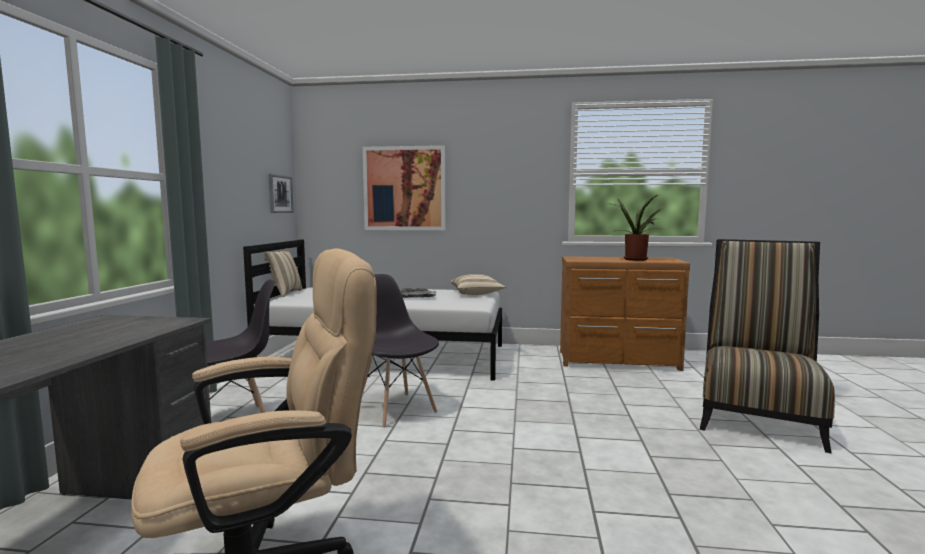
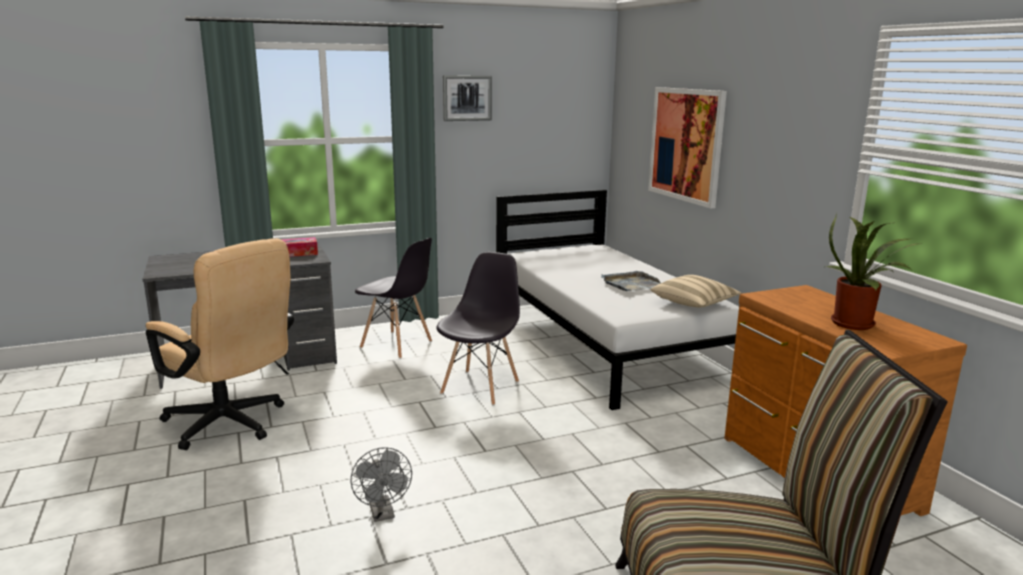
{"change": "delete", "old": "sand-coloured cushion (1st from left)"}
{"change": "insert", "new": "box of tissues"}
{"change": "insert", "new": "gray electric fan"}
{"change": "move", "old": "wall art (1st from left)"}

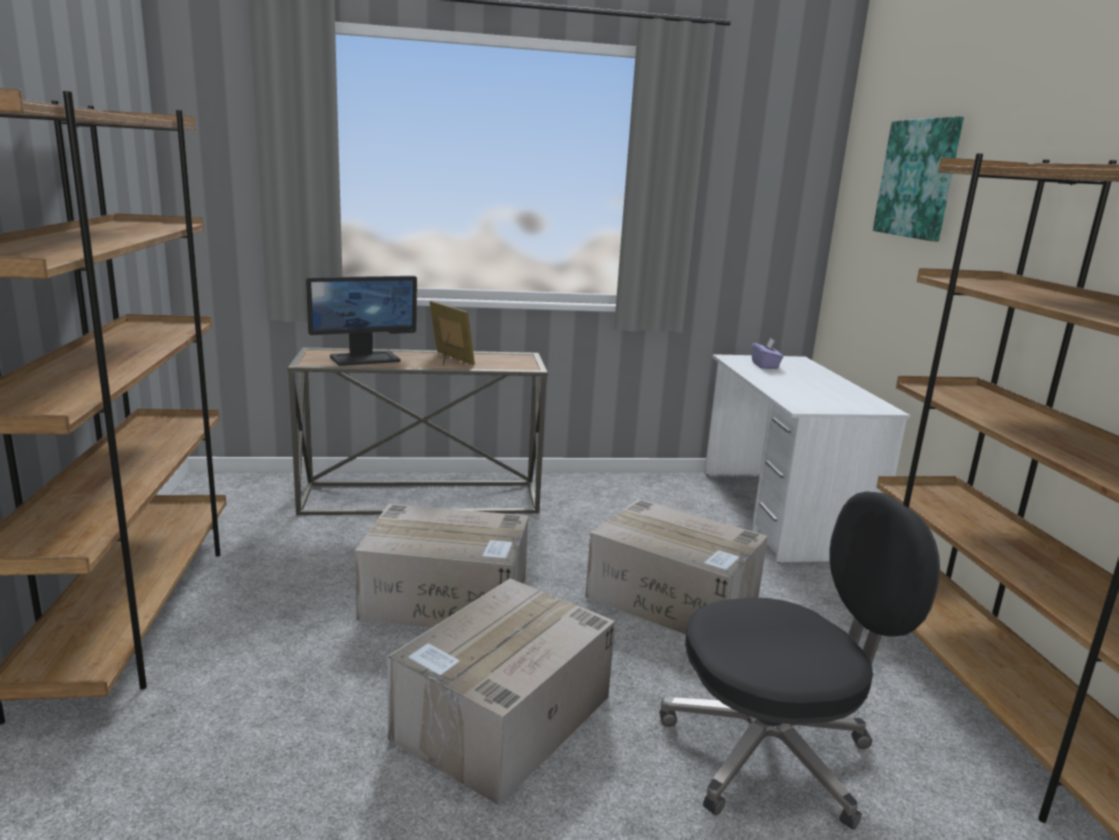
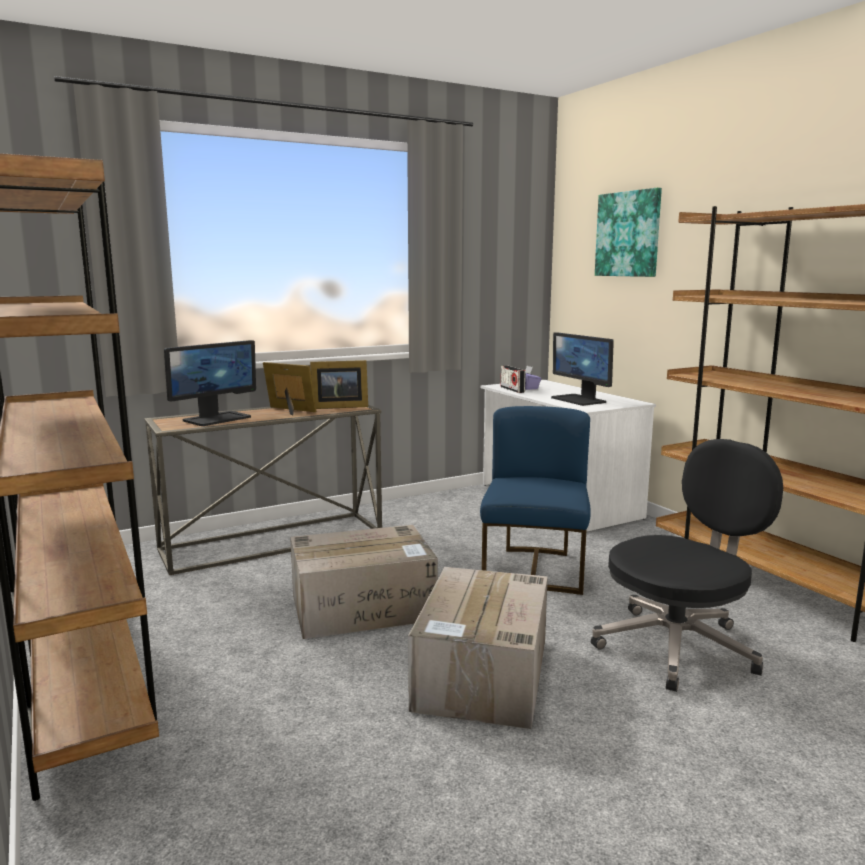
{"change": "insert", "new": "standing frame (2nd from left)"}
{"change": "insert", "new": "radio"}
{"change": "insert", "new": "computer screen (2nd from left)"}
{"change": "replace", "old": "packing box (3rd from left)", "new": "blue chair"}

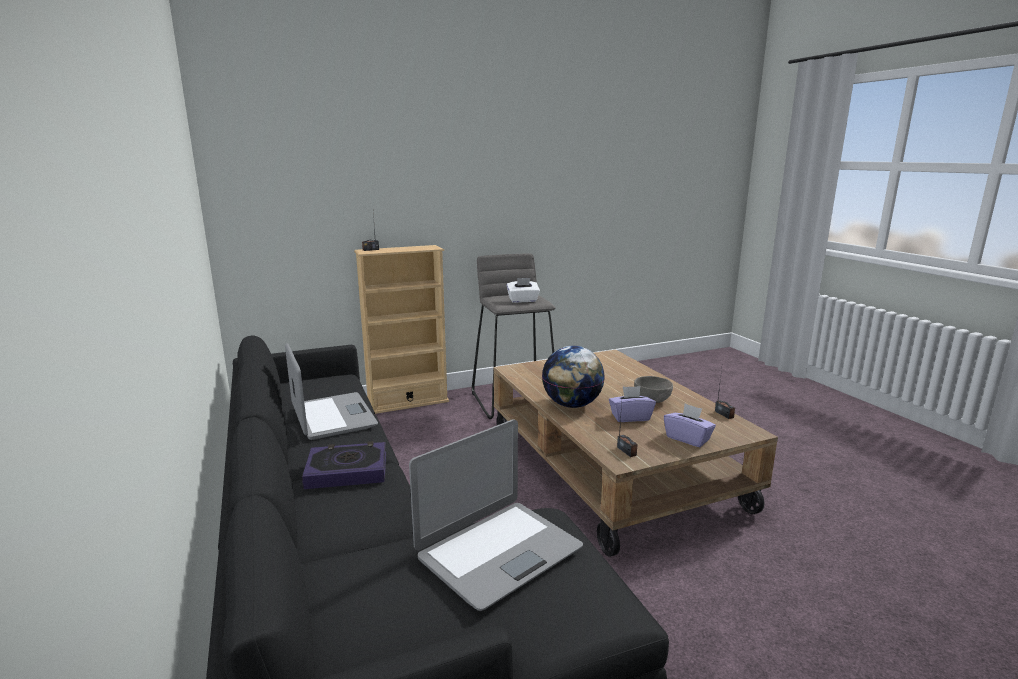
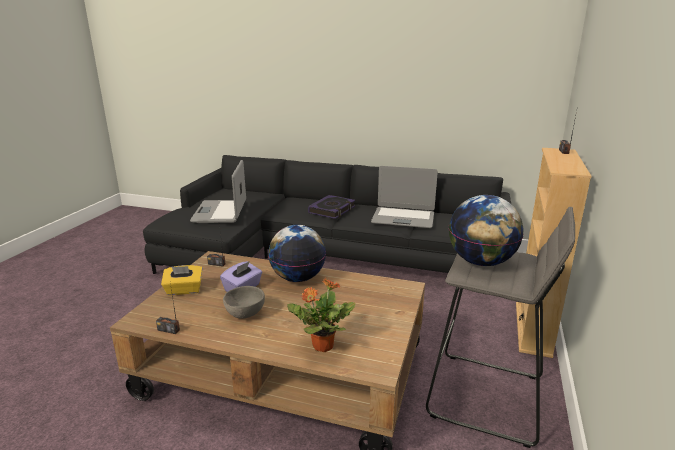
{"change": "insert", "new": "plant in a pot"}
{"change": "replace", "old": "white-coloured box of tissues", "new": "desk globe (2nd from left)"}
{"change": "recolor", "old": "purple box of tissues (2nd from left)", "new": "yellow-coloured box of tissues"}

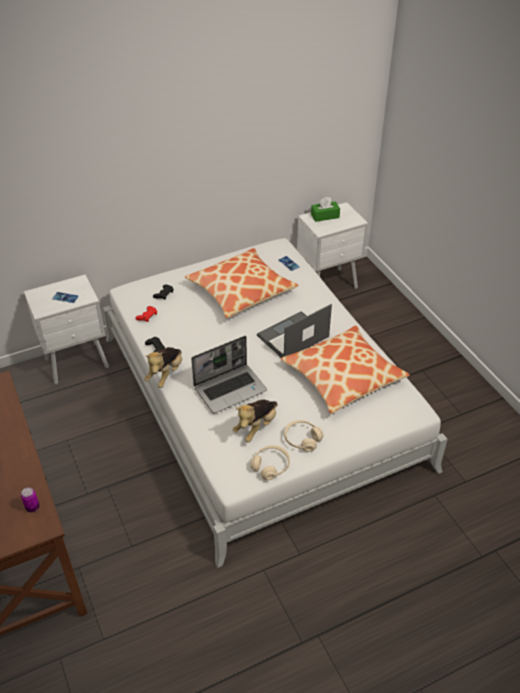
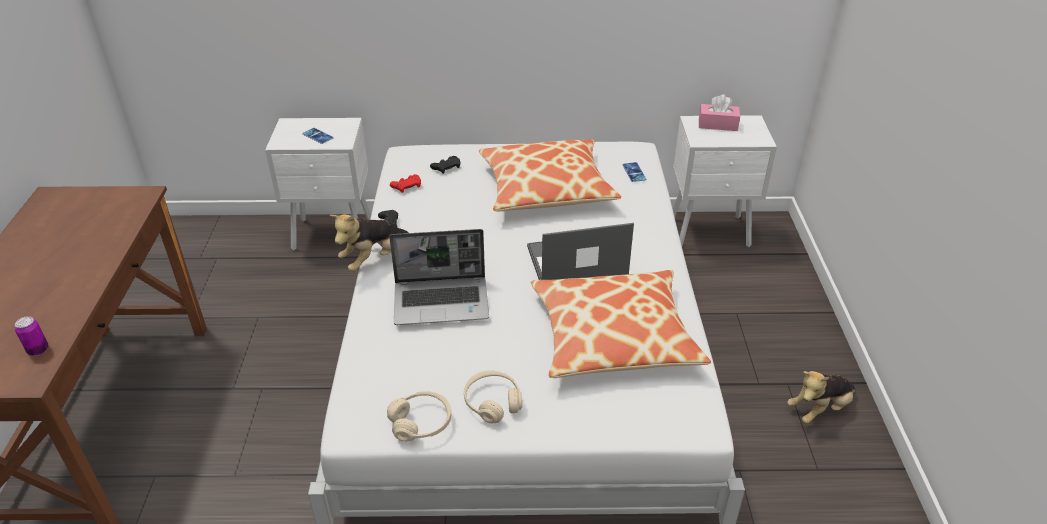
{"change": "move", "old": "cuddly toy (2nd from left)"}
{"change": "recolor", "old": "green-coloured box of tissues", "new": "pinkish box of tissues"}

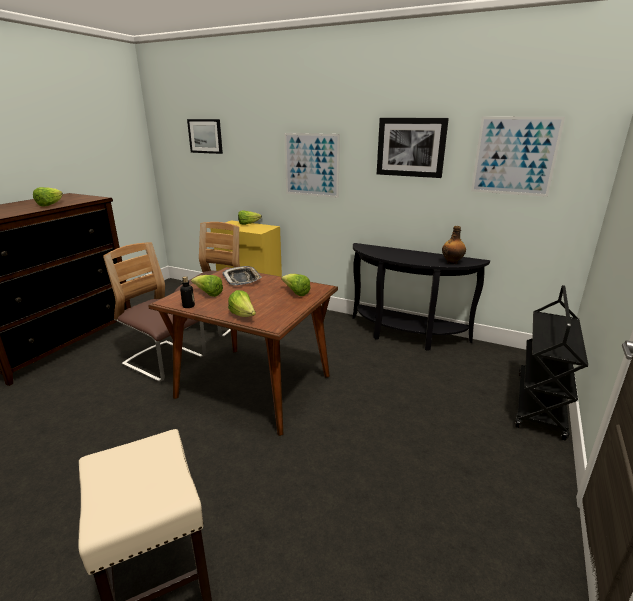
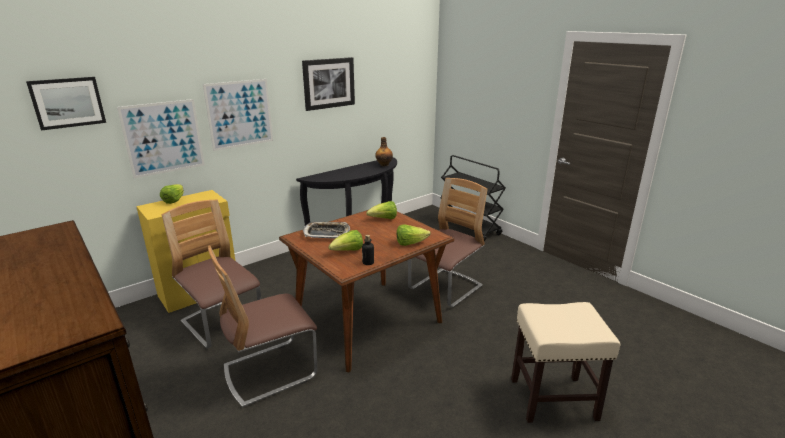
{"change": "delete", "old": "lettuce (1st from left)"}
{"change": "insert", "new": "chair (3rd from left)"}
{"change": "move", "old": "wall art (4th from left in the first image)", "new": "wall art (2nd from left)"}

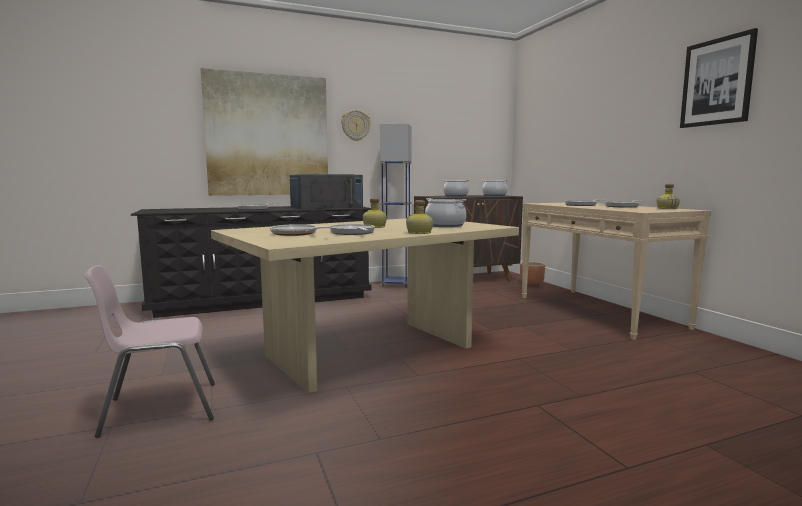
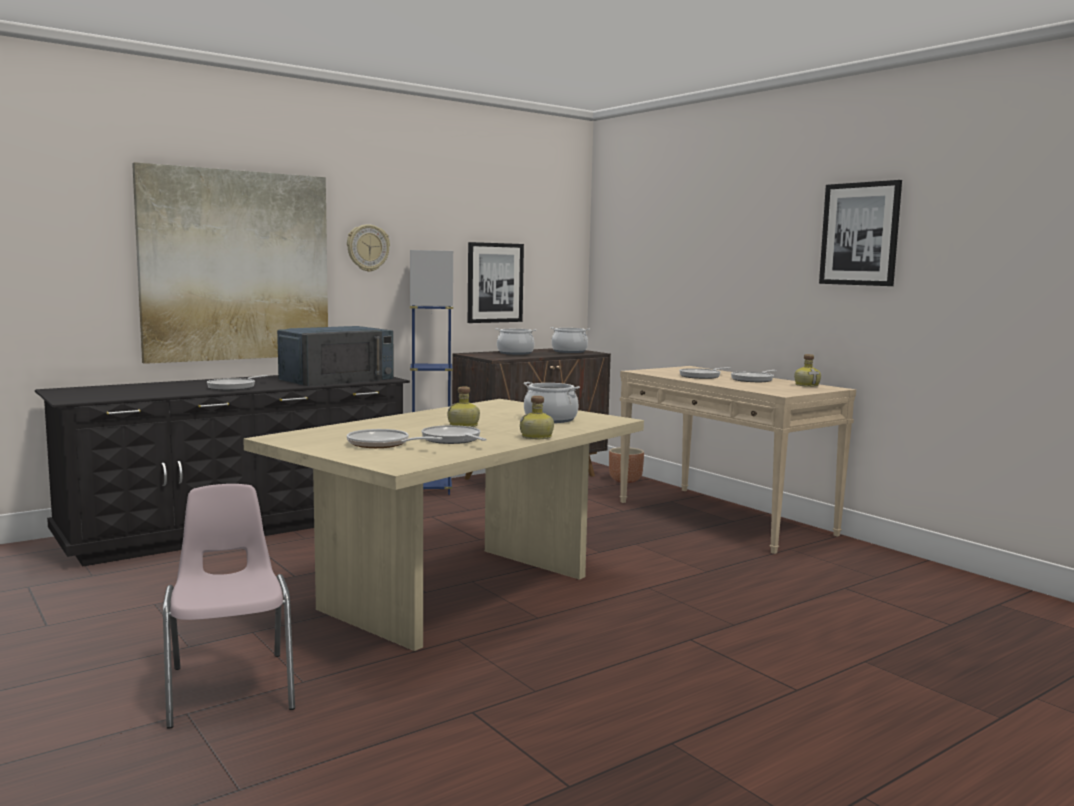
{"change": "insert", "new": "wall art (2nd from left)"}
{"change": "rotate", "old": "pinkish chair", "degrees": 105}

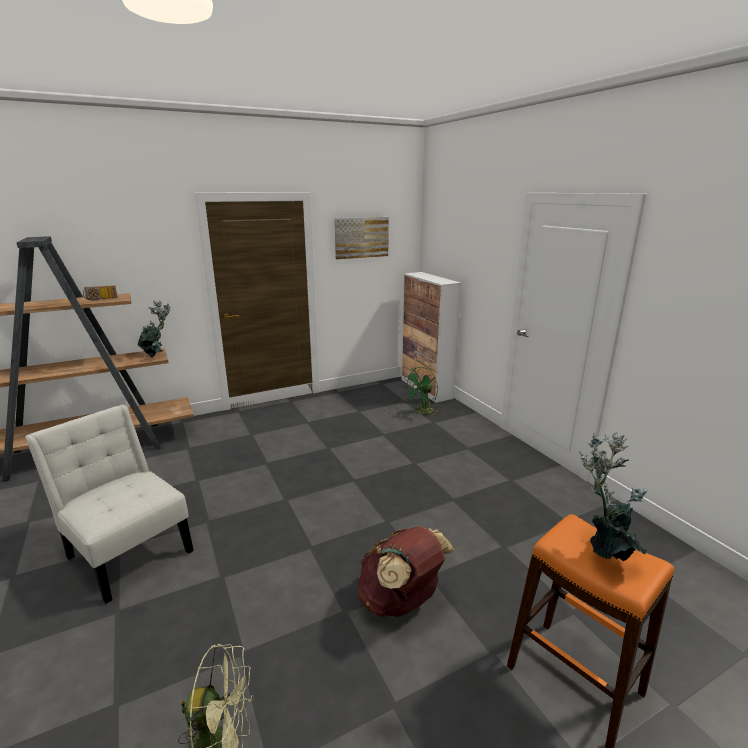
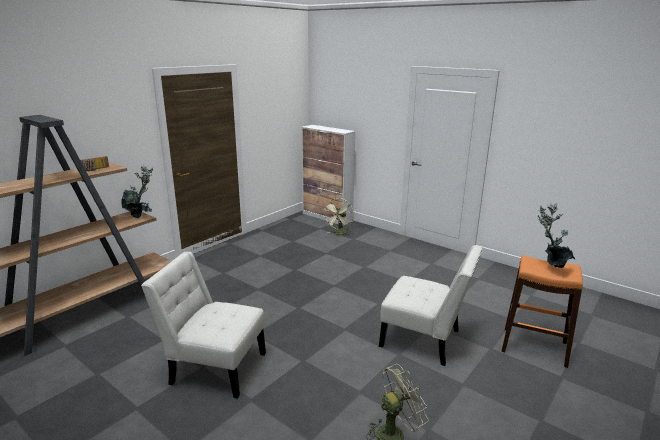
{"change": "delete", "old": "wall art"}
{"change": "replace", "old": "brown-coloured backpack", "new": "white-coloured chair (2nd from left)"}
{"change": "recolor", "old": "green-coloured electric fan (2nd from left)", "new": "sand-coloured electric fan"}

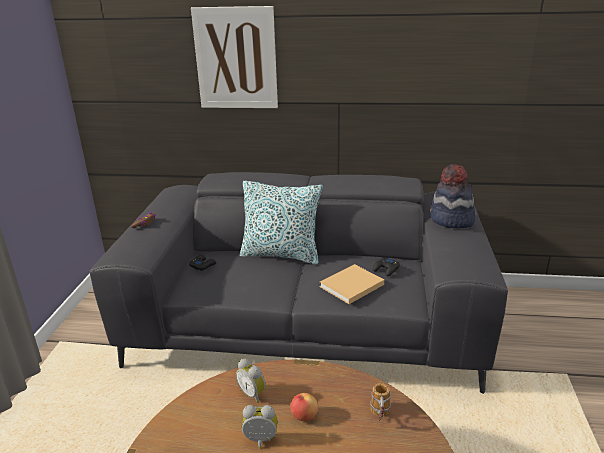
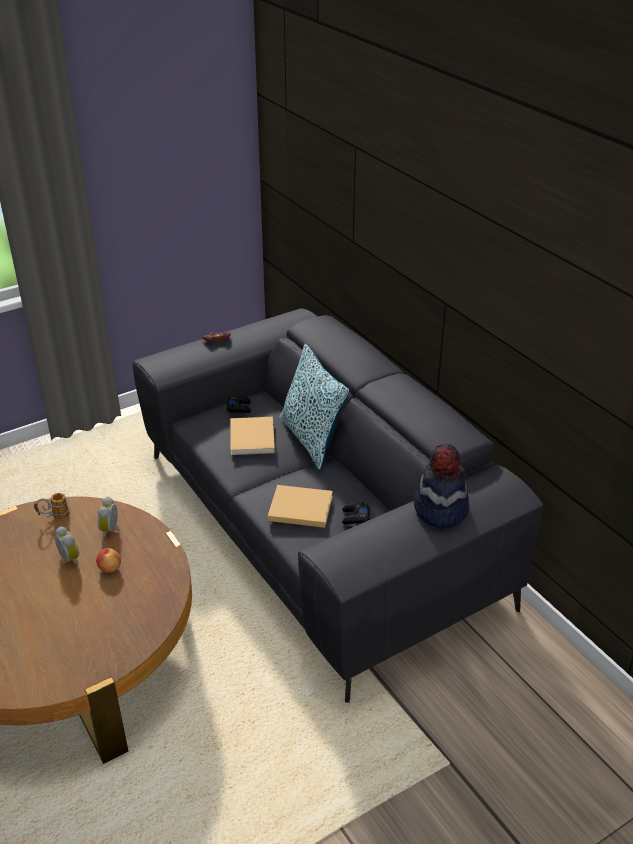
{"change": "delete", "old": "wall art"}
{"change": "insert", "new": "sand-coloured bound book (1st from left)"}
{"change": "move", "old": "tea mug"}

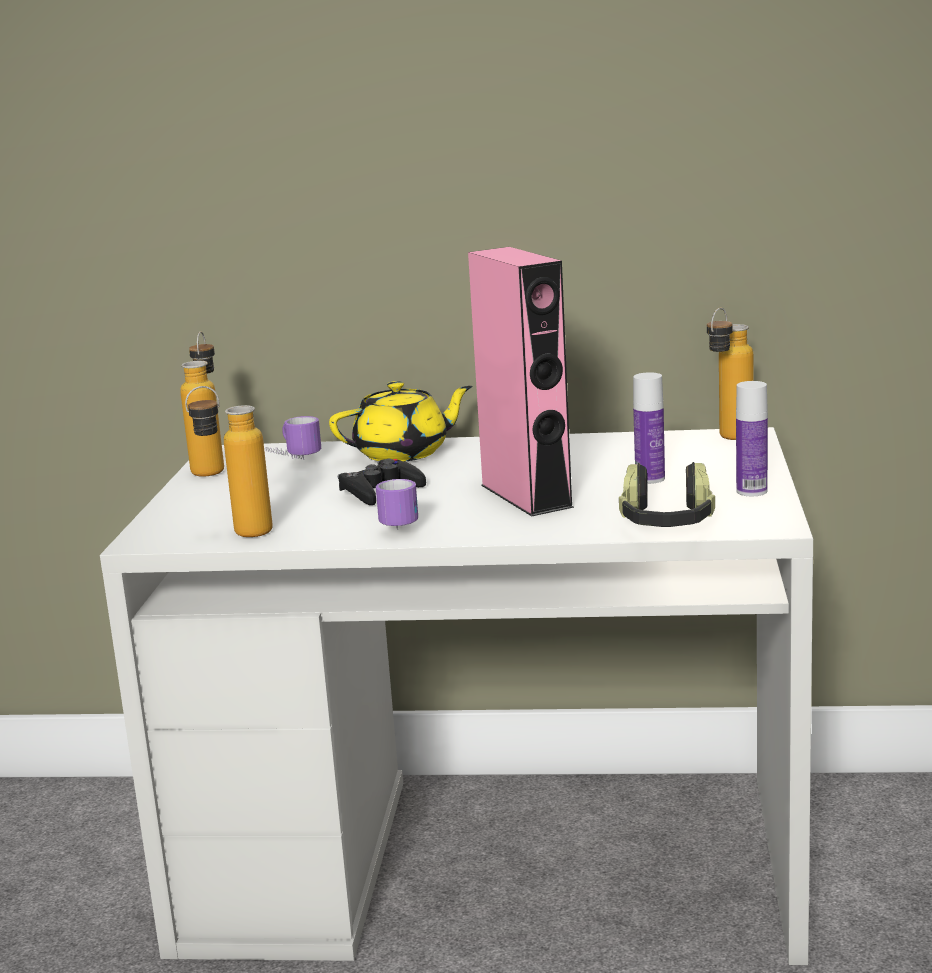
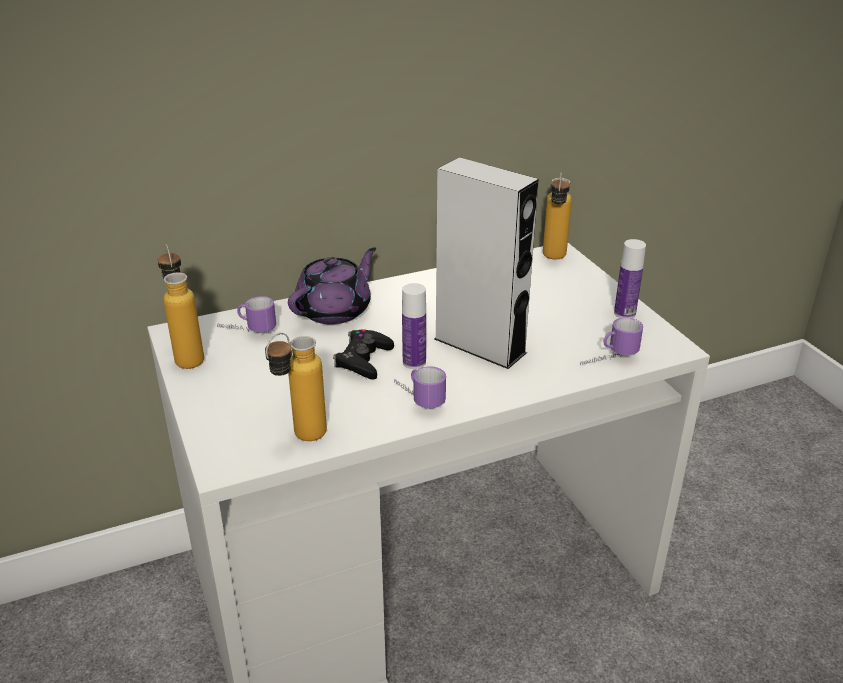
{"change": "move", "old": "bottle (3rd from left)"}
{"change": "replace", "old": "headset", "new": "tea mug (3rd from left)"}
{"change": "recolor", "old": "yellow-coloured pot for tea", "new": "purple pot for tea"}
{"change": "recolor", "old": "pinkish loudspeaker", "new": "gray loudspeaker"}

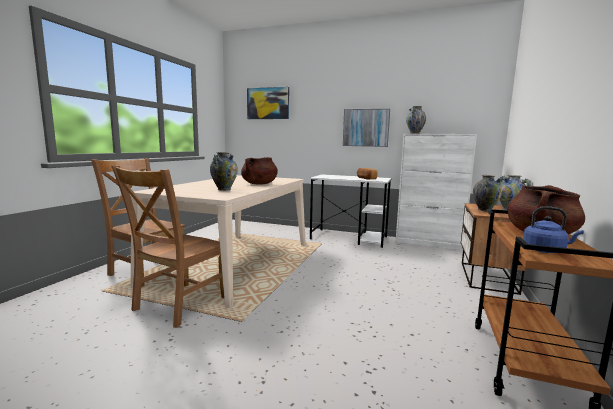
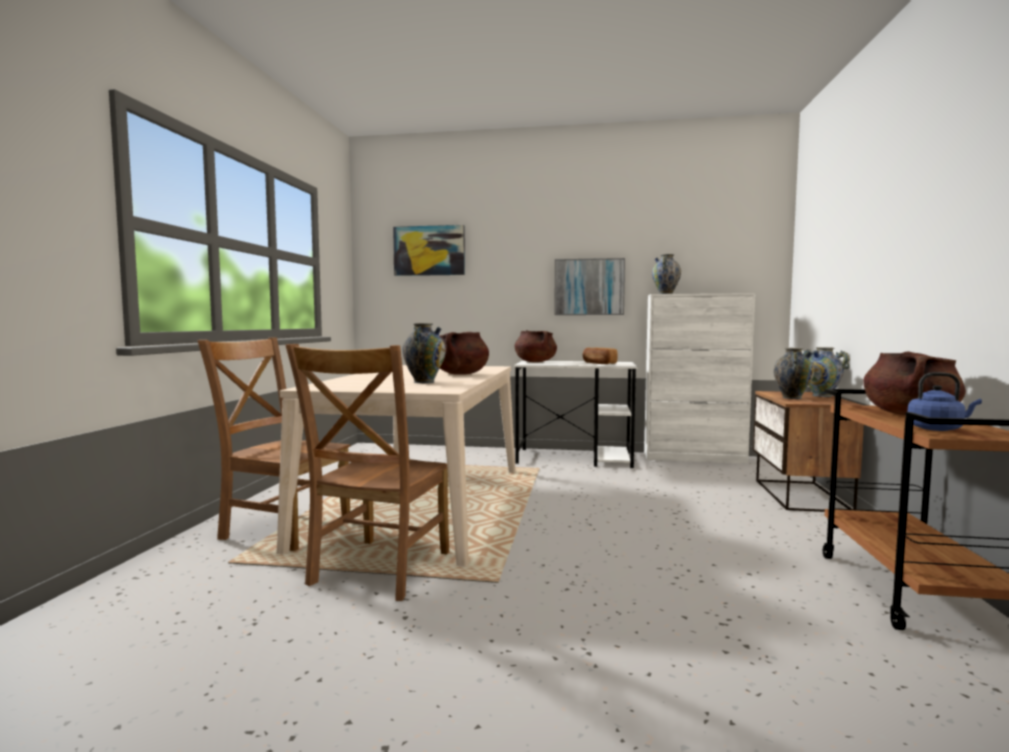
{"change": "insert", "new": "brown-coloured saucepot (2nd from left)"}

